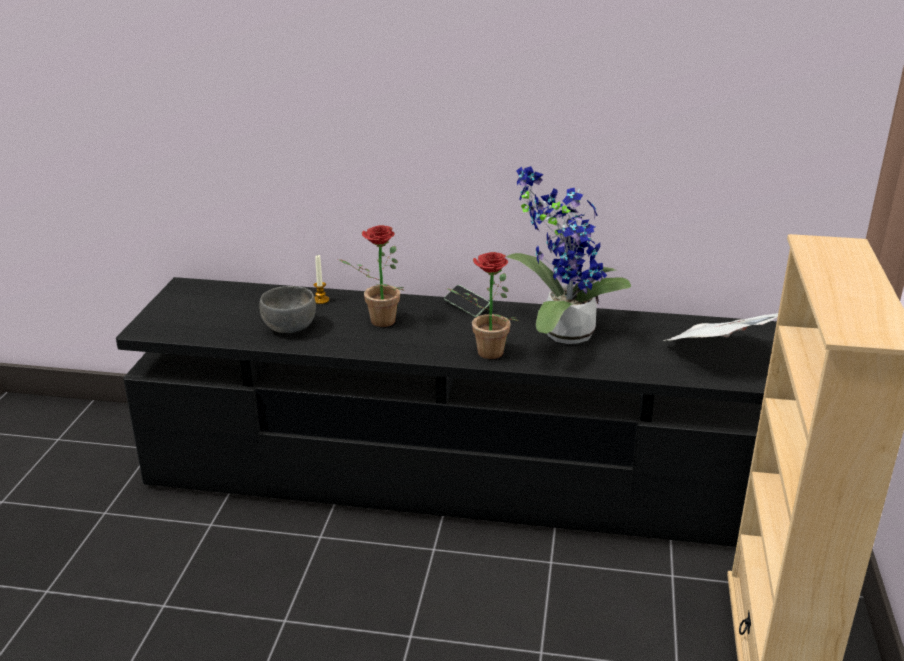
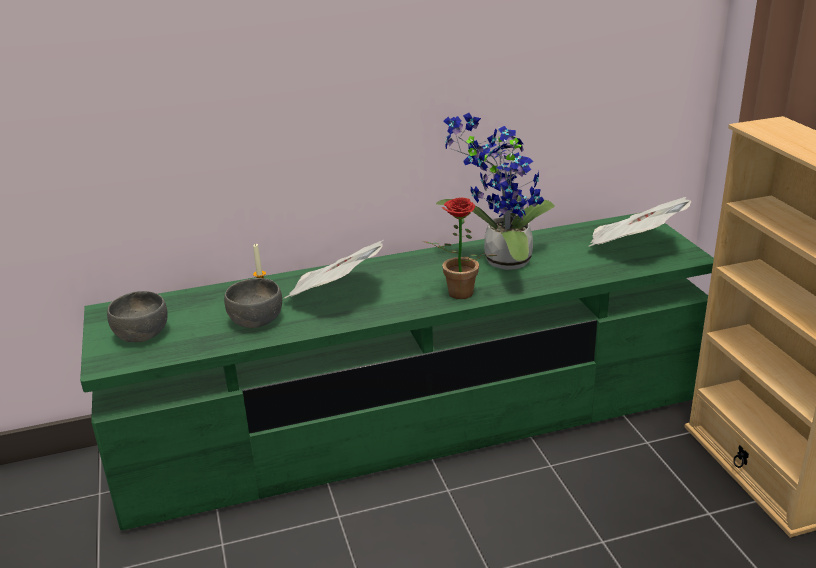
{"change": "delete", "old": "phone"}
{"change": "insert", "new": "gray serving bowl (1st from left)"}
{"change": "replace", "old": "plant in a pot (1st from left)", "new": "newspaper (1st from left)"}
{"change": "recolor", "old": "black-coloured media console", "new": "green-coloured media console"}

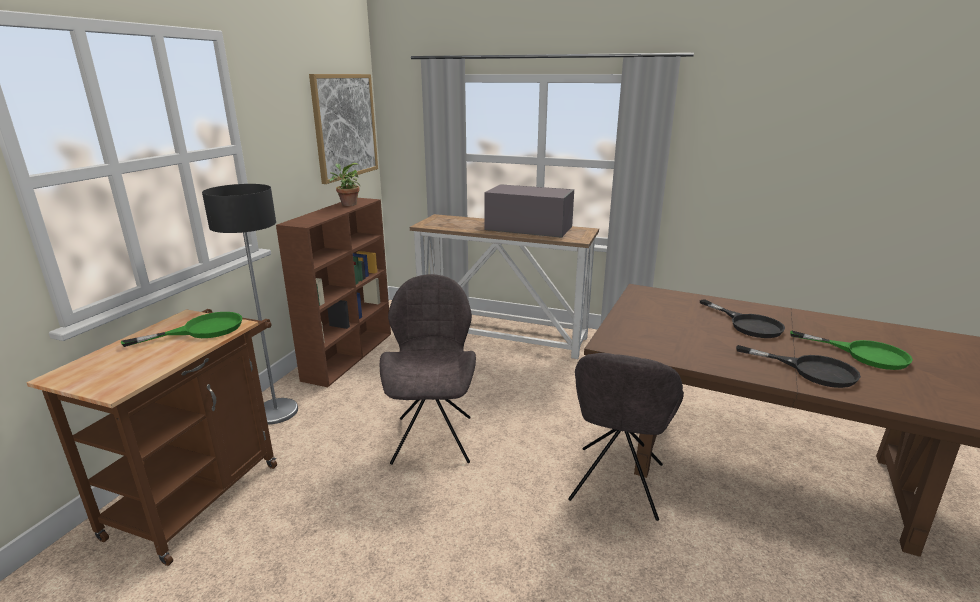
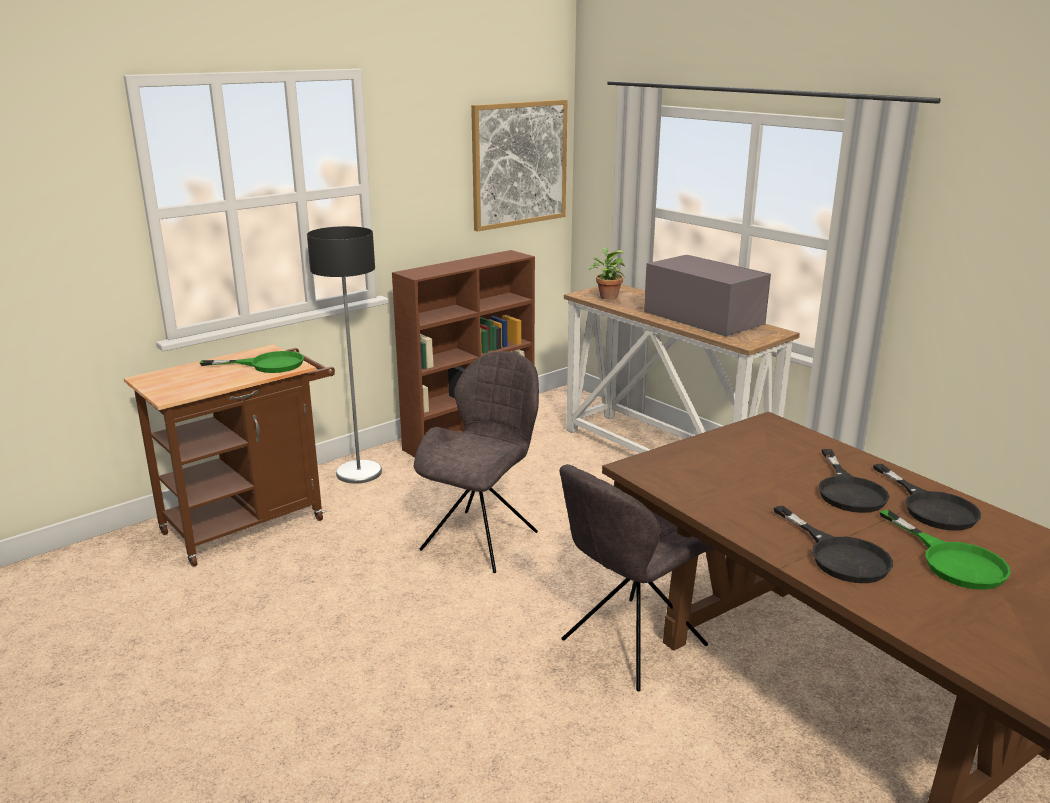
{"change": "insert", "new": "black-coloured pan (3rd from left)"}
{"change": "move", "old": "plant in a pot"}

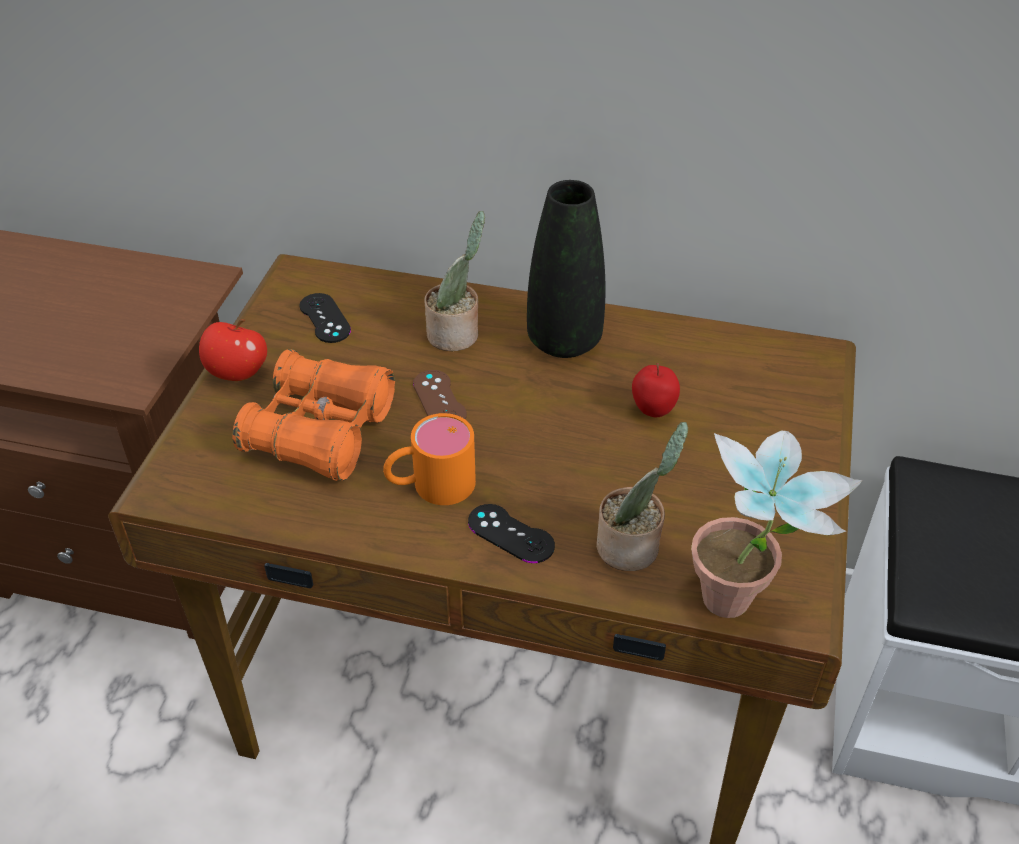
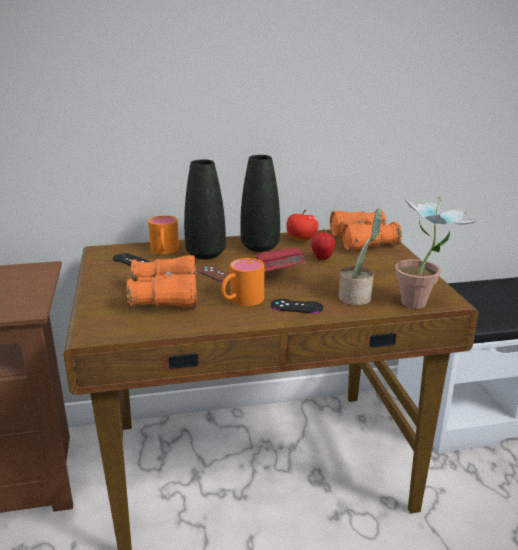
{"change": "insert", "new": "orange-coloured tea mug (1st from left)"}
{"change": "insert", "new": "reddish bound book"}
{"change": "insert", "new": "orange-coloured binoculars (2nd from left)"}
{"change": "move", "old": "whole apple (1st from left)"}
{"change": "replace", "old": "plant in a pot (1st from left)", "new": "black-coloured vase (1st from left)"}

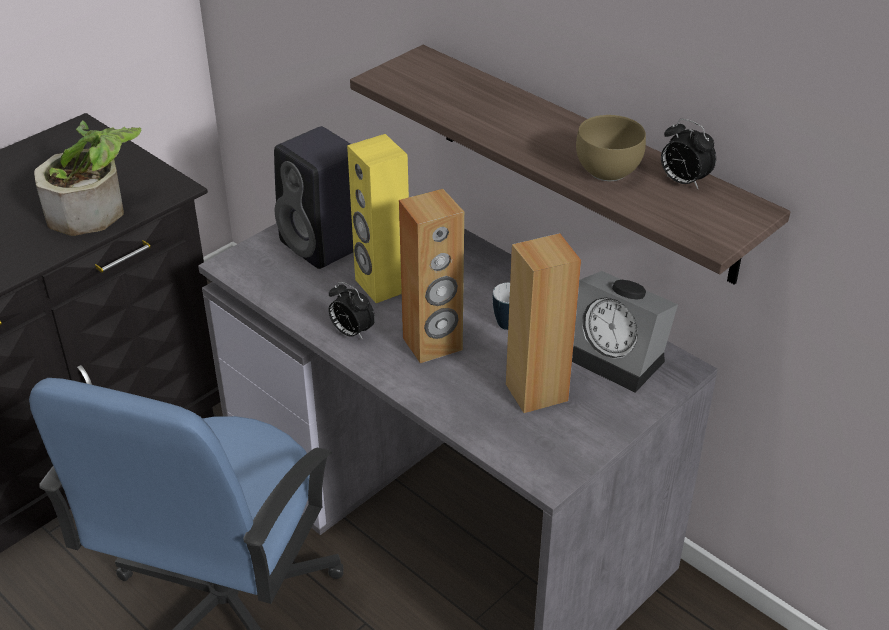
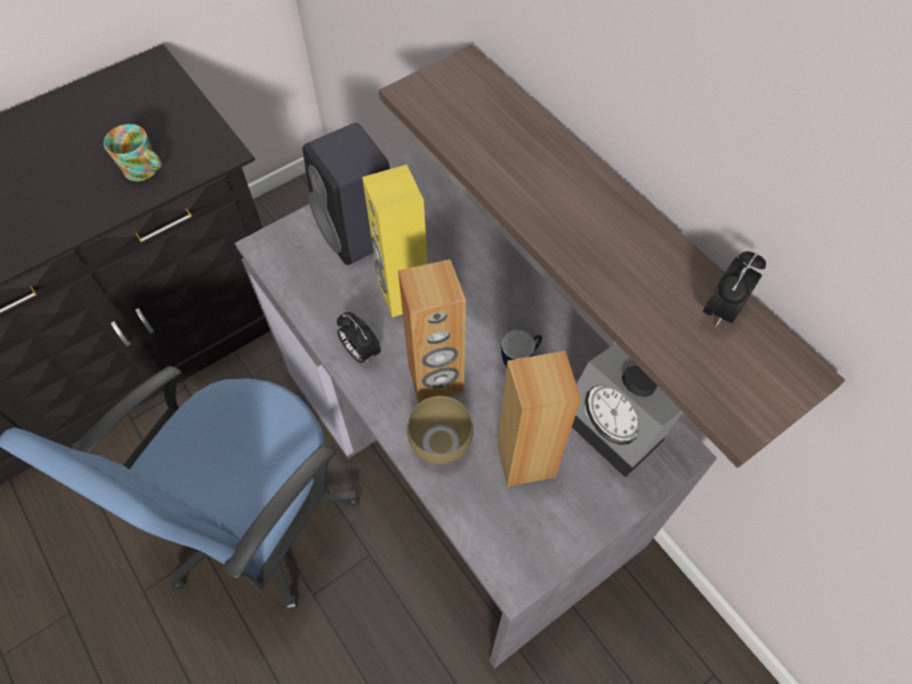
{"change": "move", "old": "brown-coloured serving bowl"}
{"change": "replace", "old": "plant in a pot", "new": "tea mug (1st from left)"}
{"change": "rotate", "old": "alarm clock (3rd from left)", "degrees": -105}

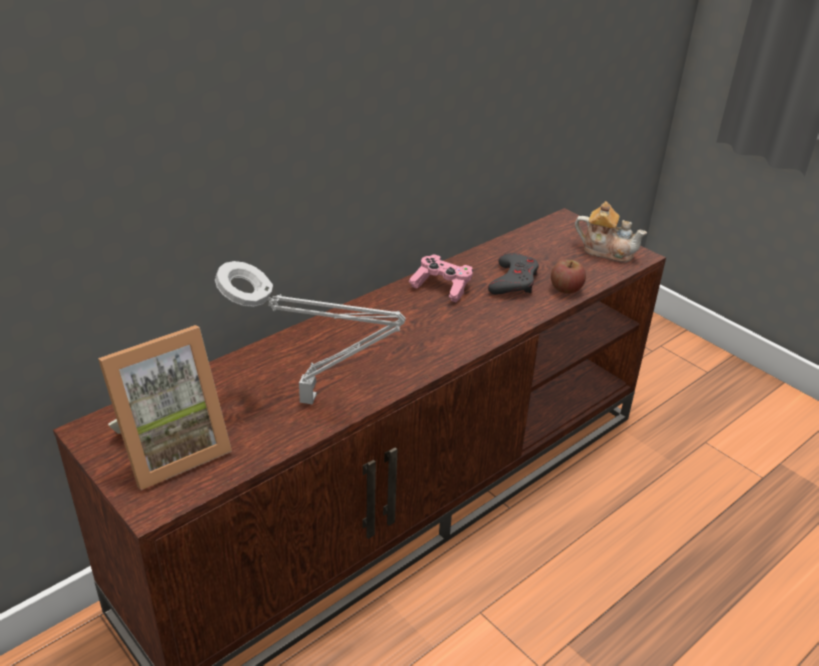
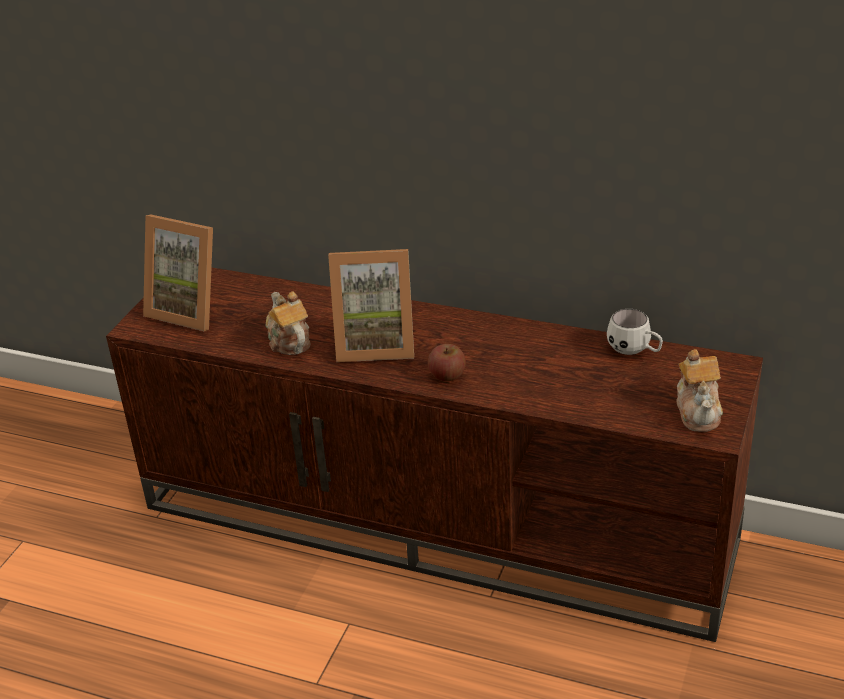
{"change": "delete", "old": "pinkish joypad"}
{"change": "delete", "old": "gray joypad"}
{"change": "insert", "new": "standing frame (2nd from left)"}
{"change": "insert", "new": "white-coloured tea mug"}
{"change": "move", "old": "whole apple"}
{"change": "replace", "old": "gray table lamp", "new": "pot for tea (1st from left)"}

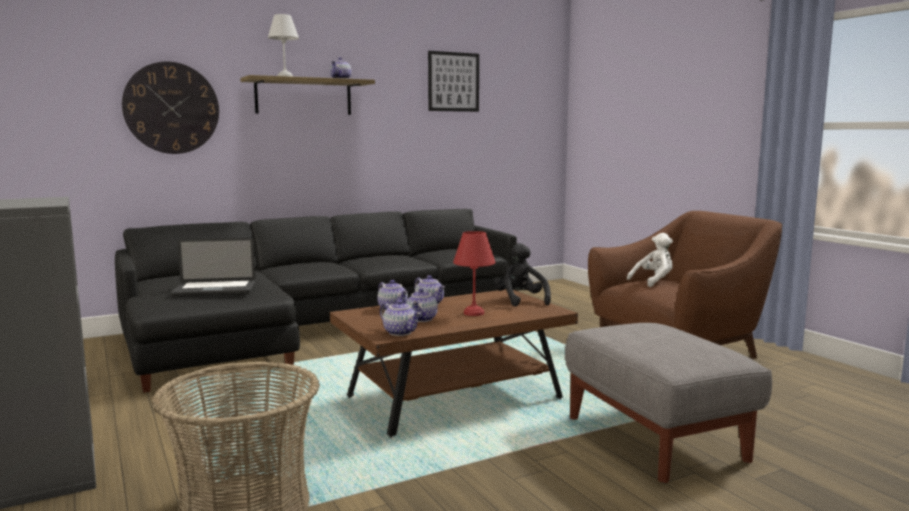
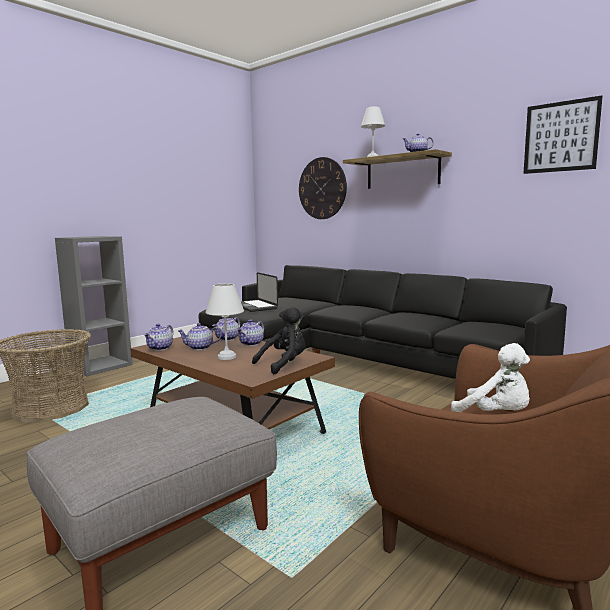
{"change": "recolor", "old": "reddish table lamp", "new": "white-coloured table lamp (1st from left)"}

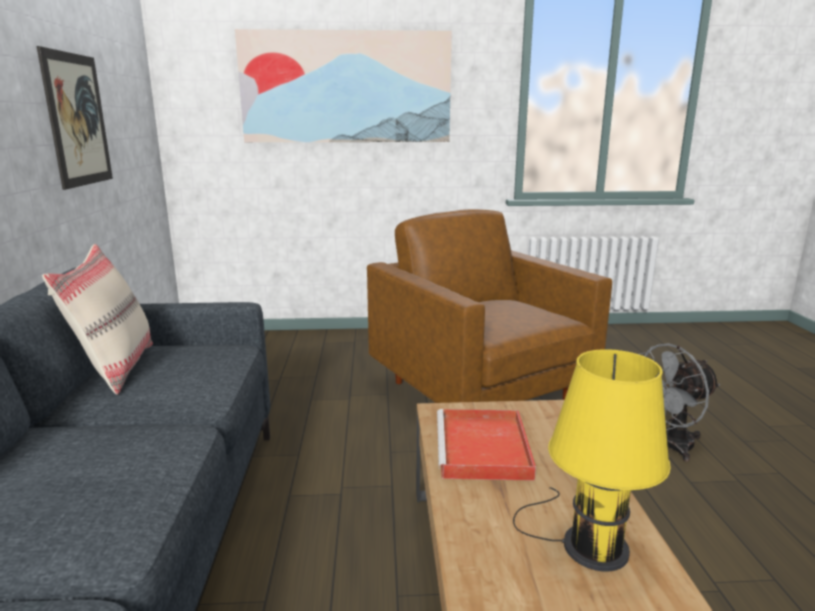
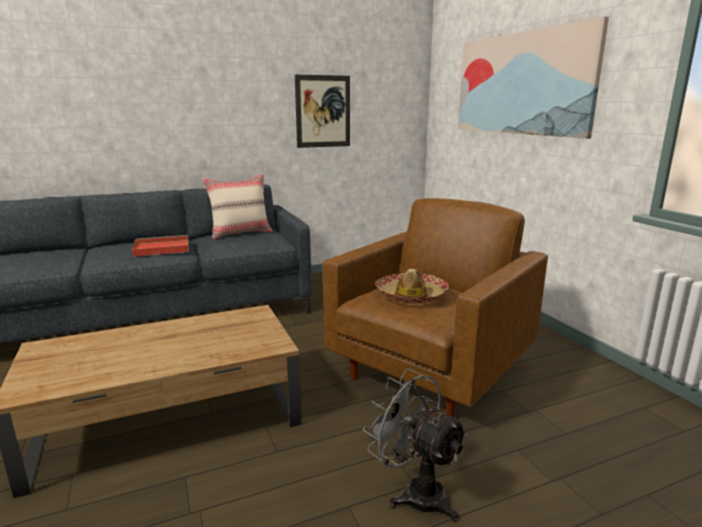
{"change": "delete", "old": "yellow-coloured table lamp"}
{"change": "insert", "new": "hat"}
{"change": "move", "old": "reddish serving tray"}

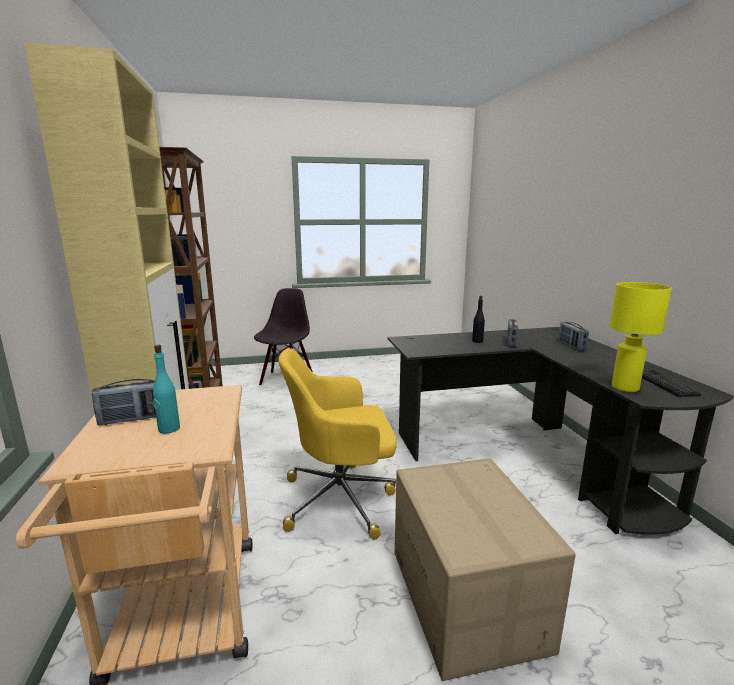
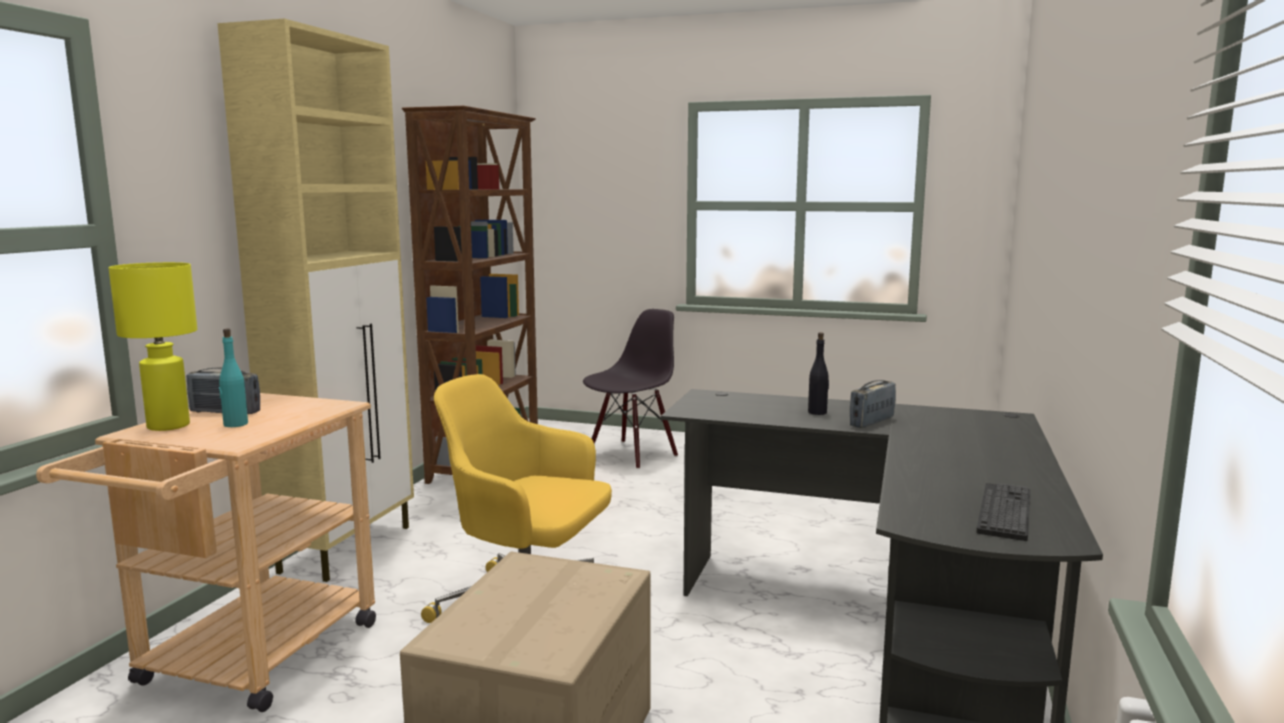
{"change": "delete", "old": "radio (3rd from left)"}
{"change": "move", "old": "yellow-coloured table lamp"}

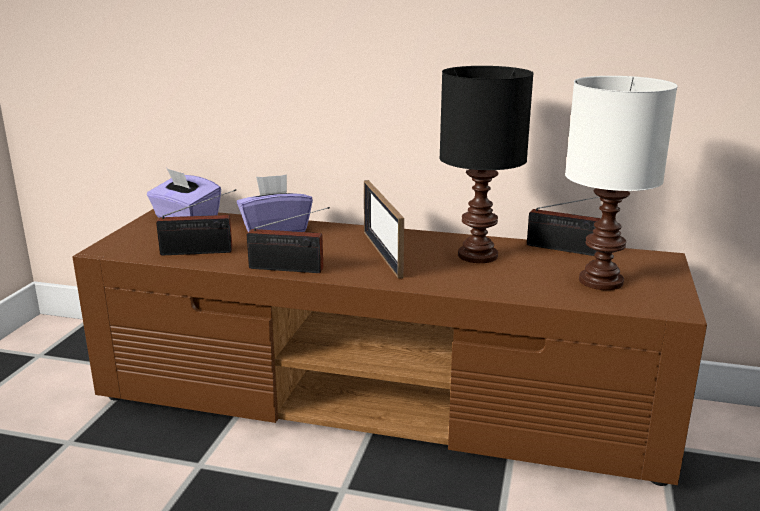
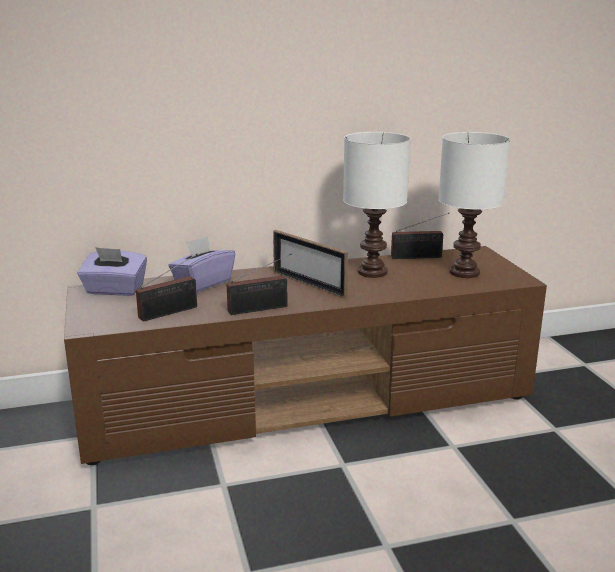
{"change": "recolor", "old": "black-coloured table lamp", "new": "white-coloured table lamp (1st from left)"}

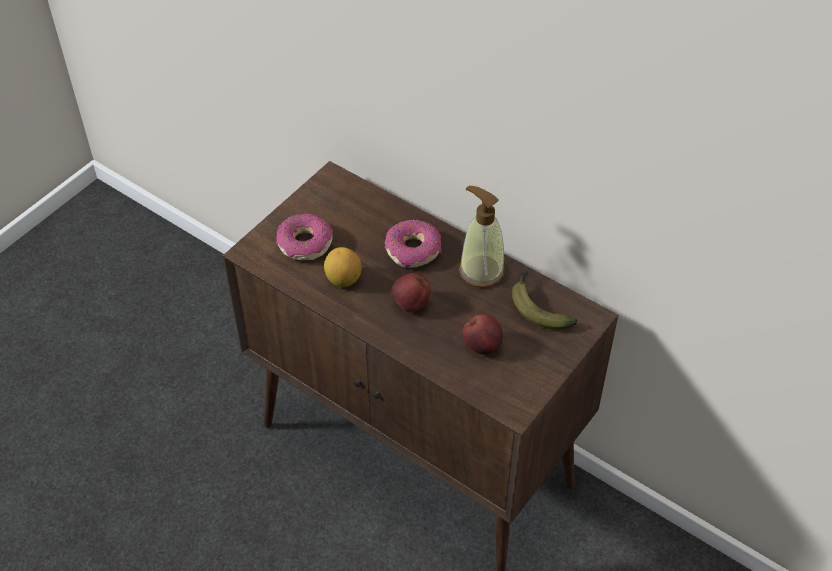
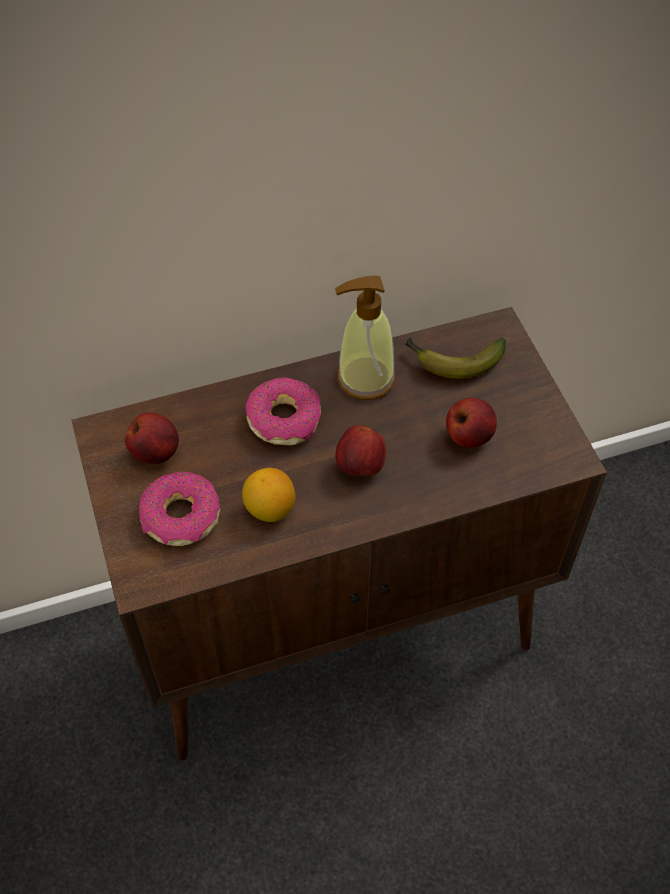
{"change": "insert", "new": "whole apple (1st from left)"}

